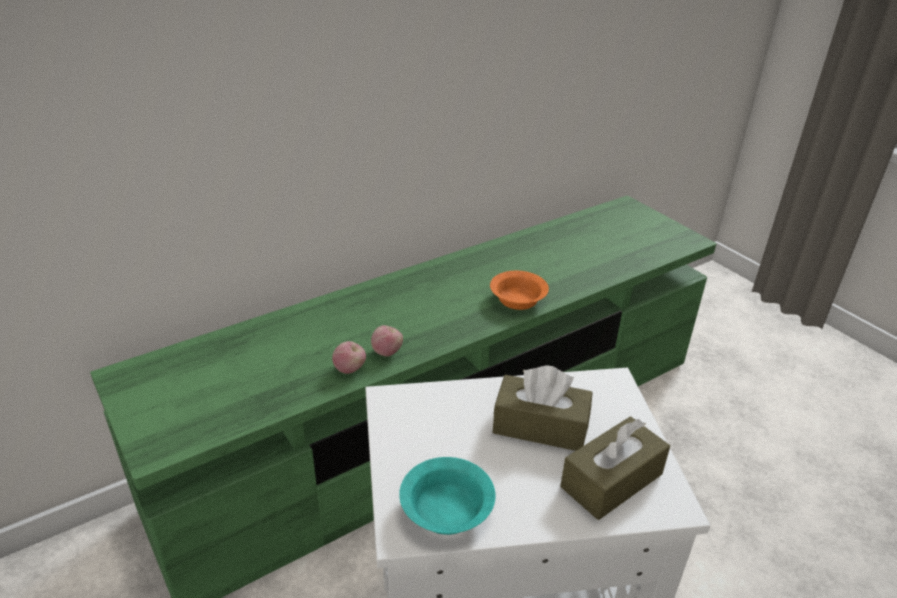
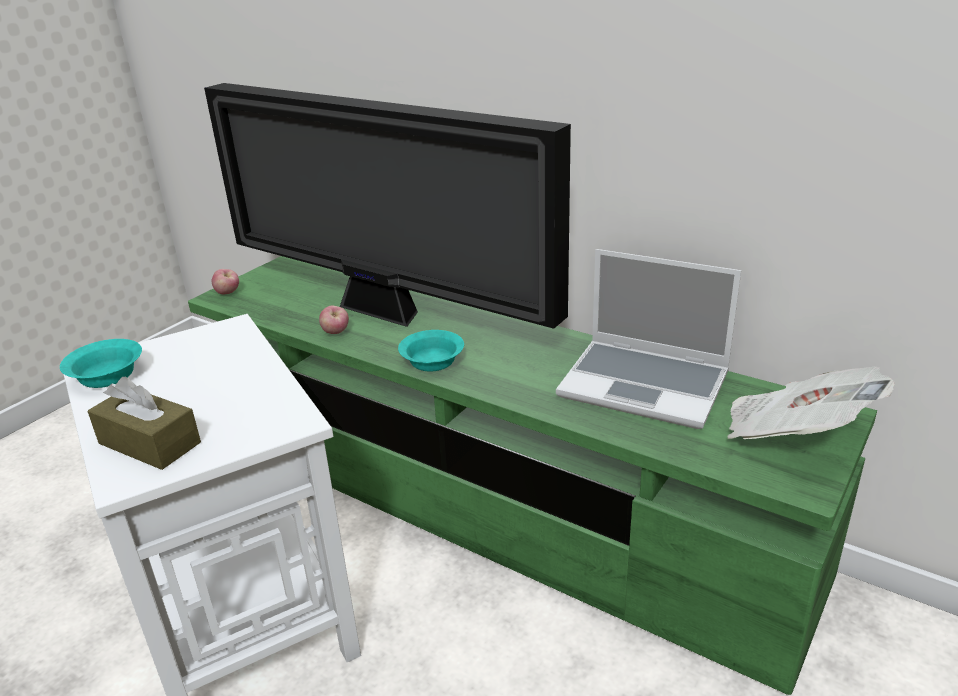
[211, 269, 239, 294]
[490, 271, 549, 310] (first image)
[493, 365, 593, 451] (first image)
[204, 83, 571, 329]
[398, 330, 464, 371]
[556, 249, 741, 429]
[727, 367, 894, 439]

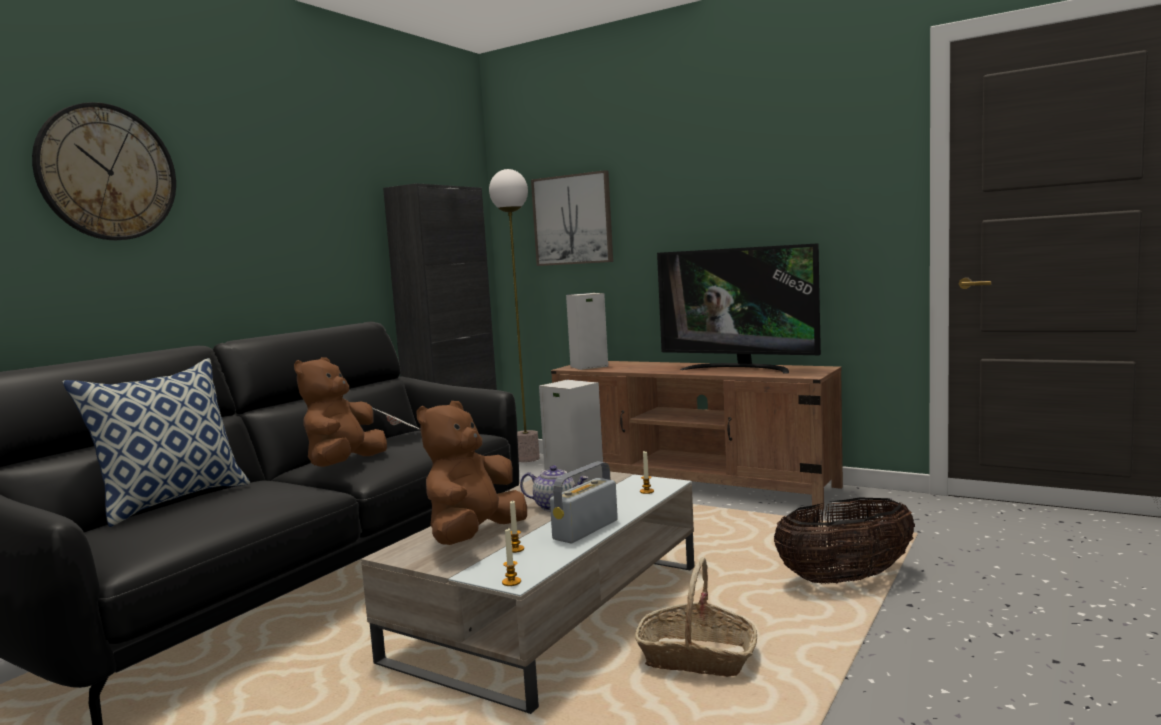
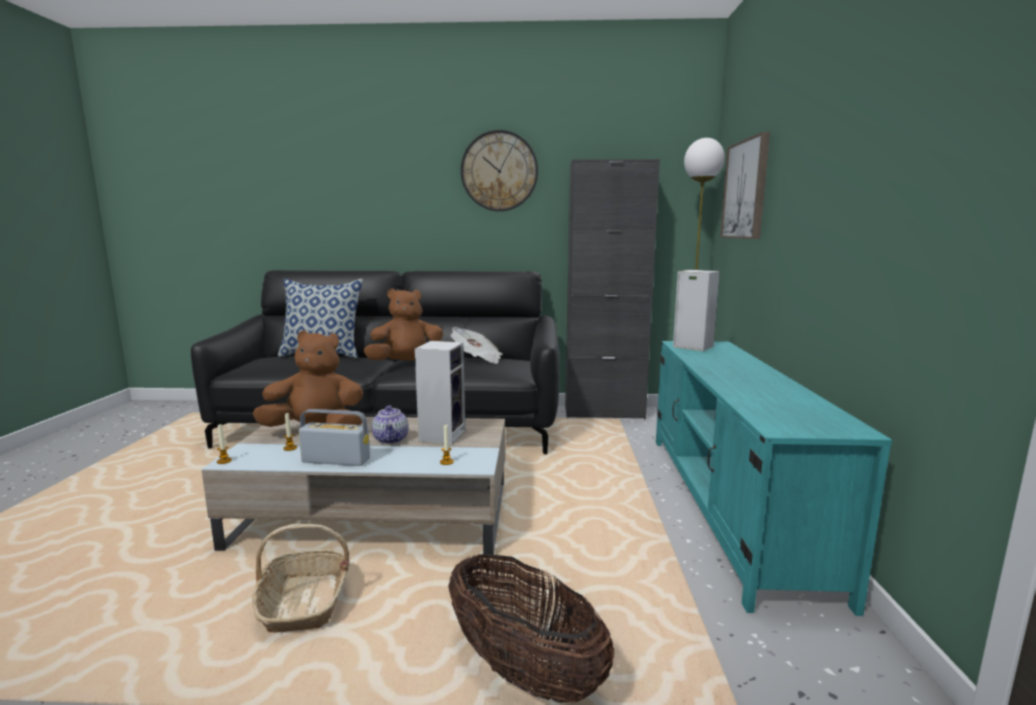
[461, 130, 538, 211]
[656, 341, 892, 616]
[657, 243, 821, 374] (first image)

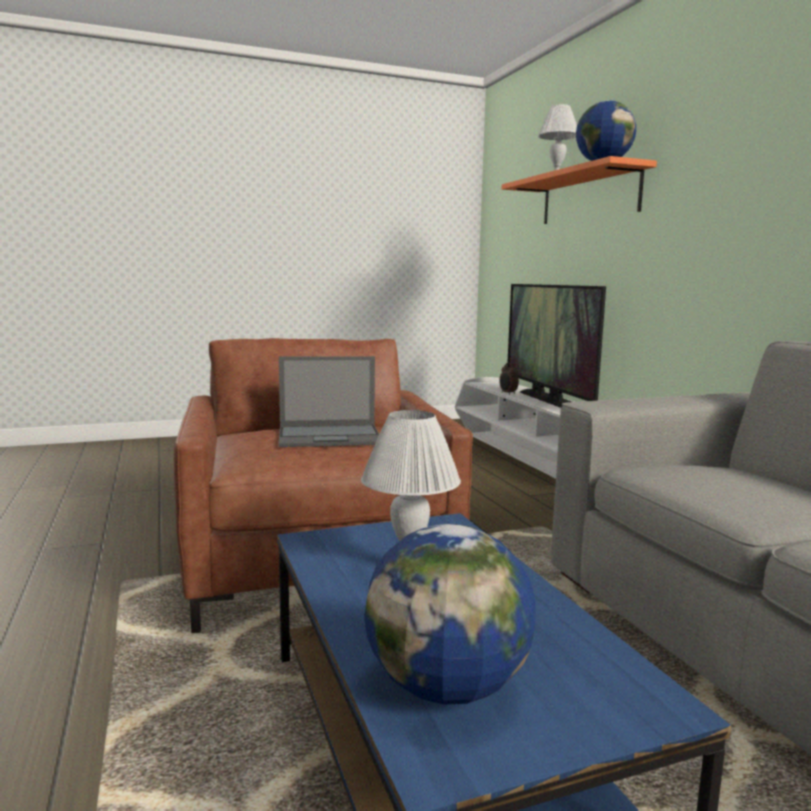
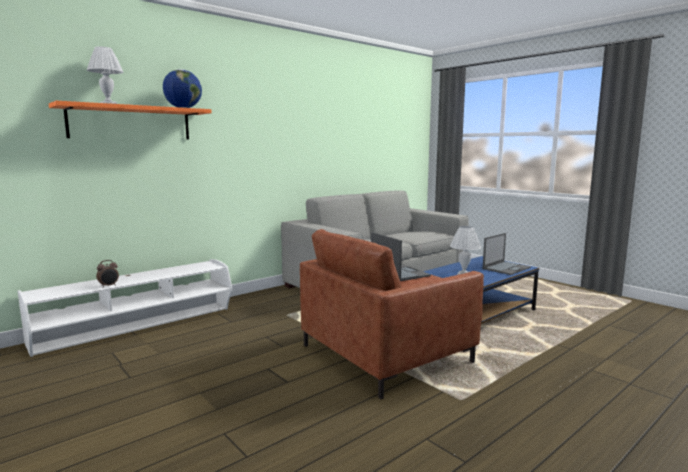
[483, 233, 531, 275]
[507, 284, 606, 408] (first image)

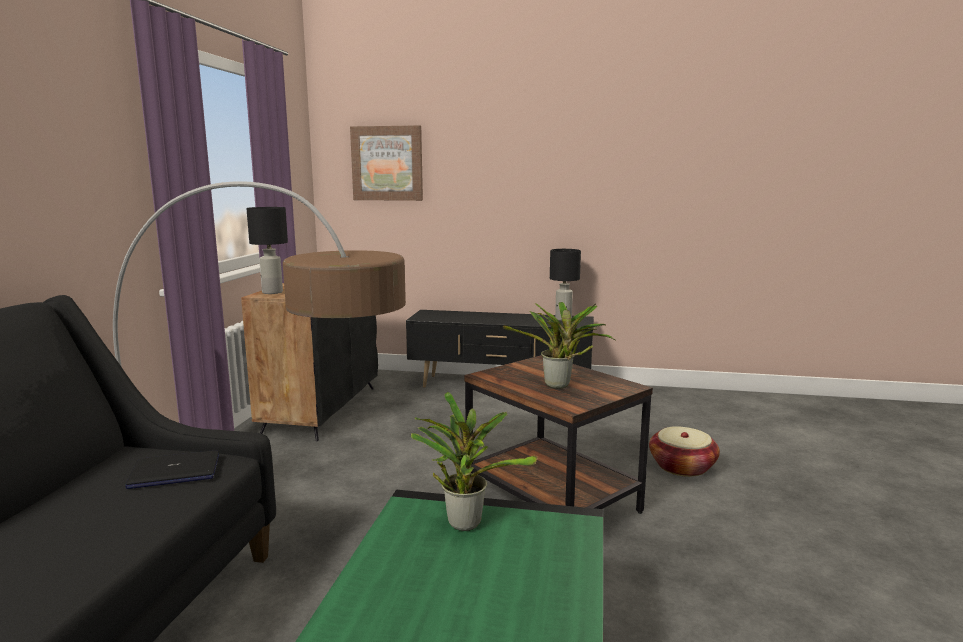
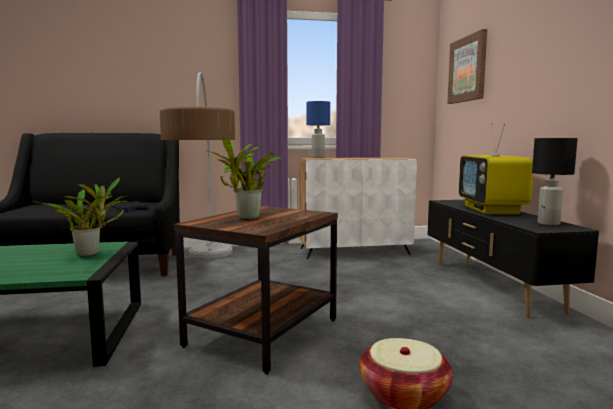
[299, 157, 417, 259]
[306, 101, 330, 158]
[459, 123, 533, 214]

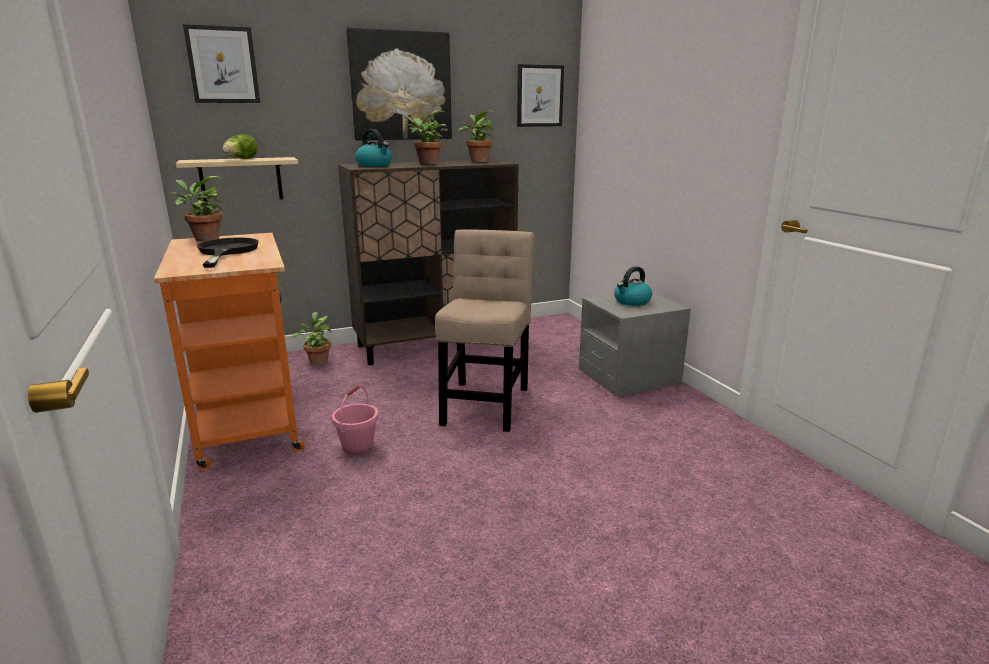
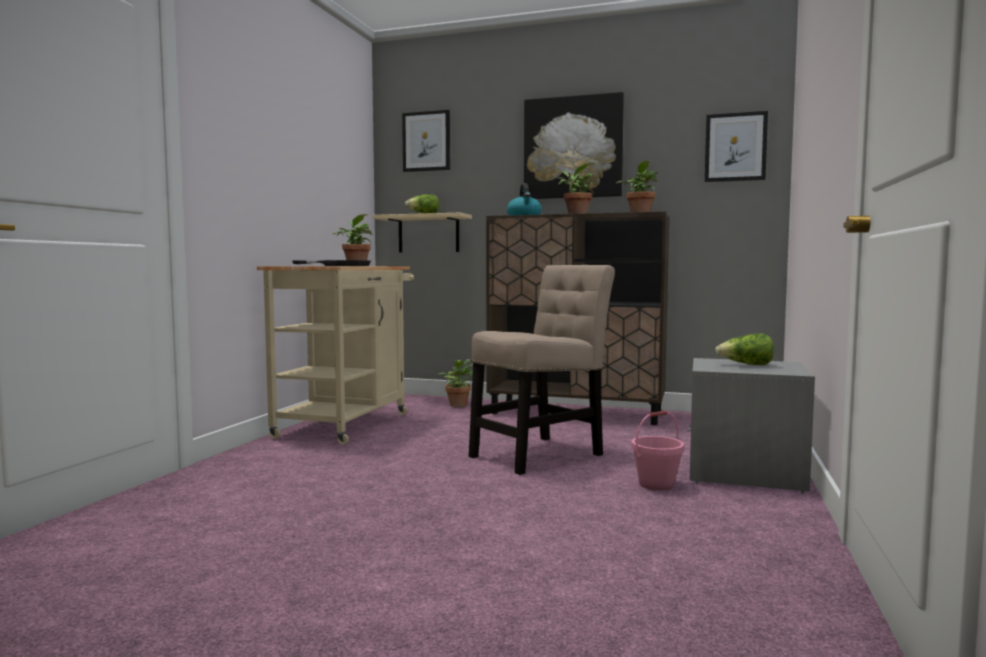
[257, 266, 414, 445]
[631, 411, 684, 491]
[715, 334, 774, 365]

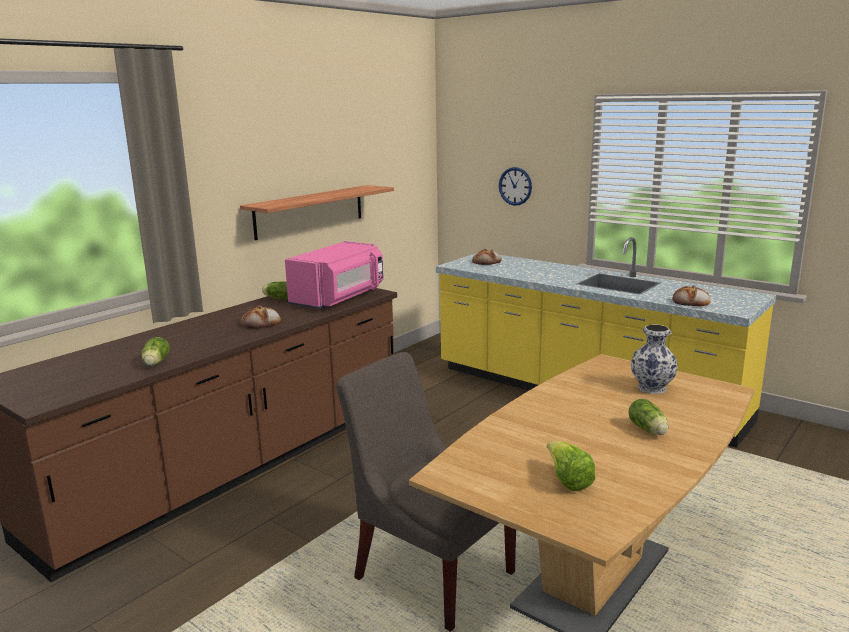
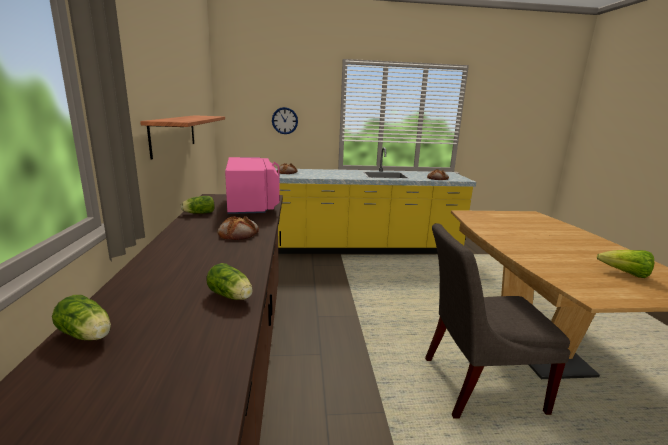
[52, 295, 111, 340]
[631, 325, 678, 394] (first image)

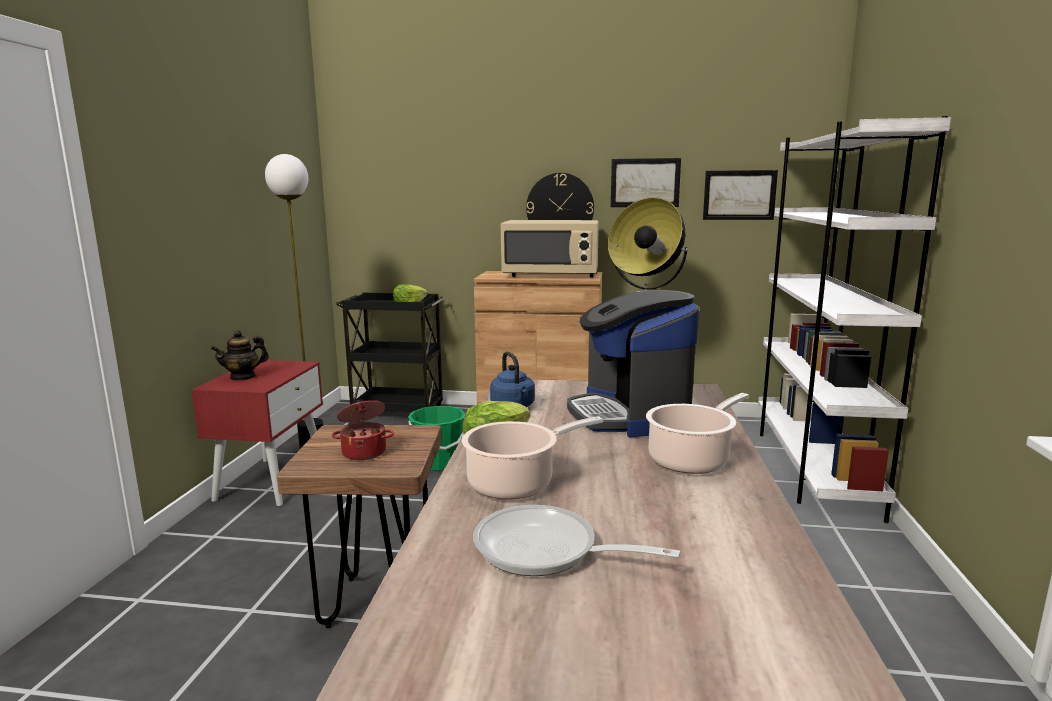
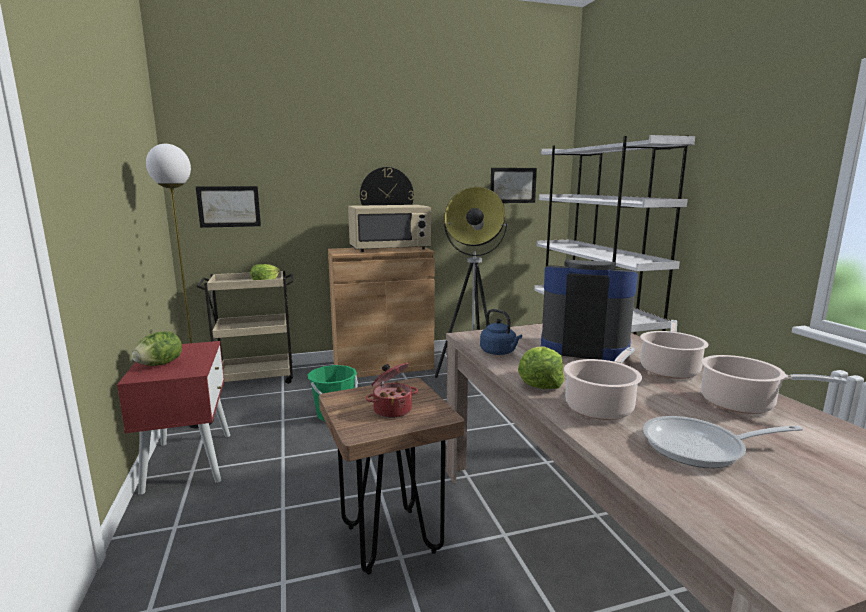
[132, 331, 182, 366]
[196, 271, 294, 384]
[541, 260, 638, 361]
[196, 186, 261, 228]
[701, 355, 847, 414]

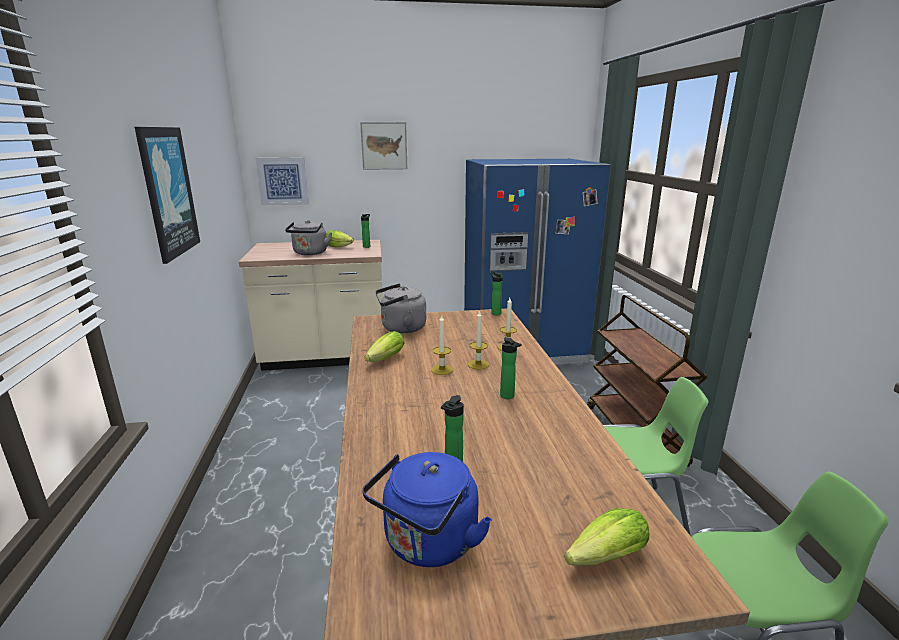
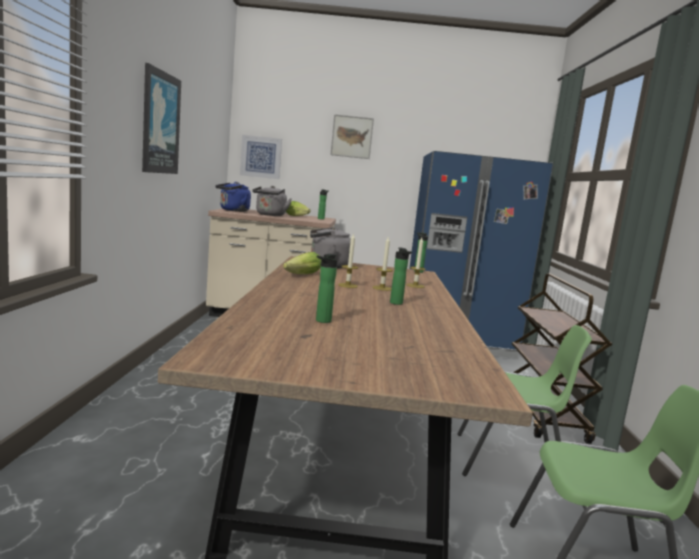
[215, 182, 251, 212]
[564, 508, 649, 566] (first image)

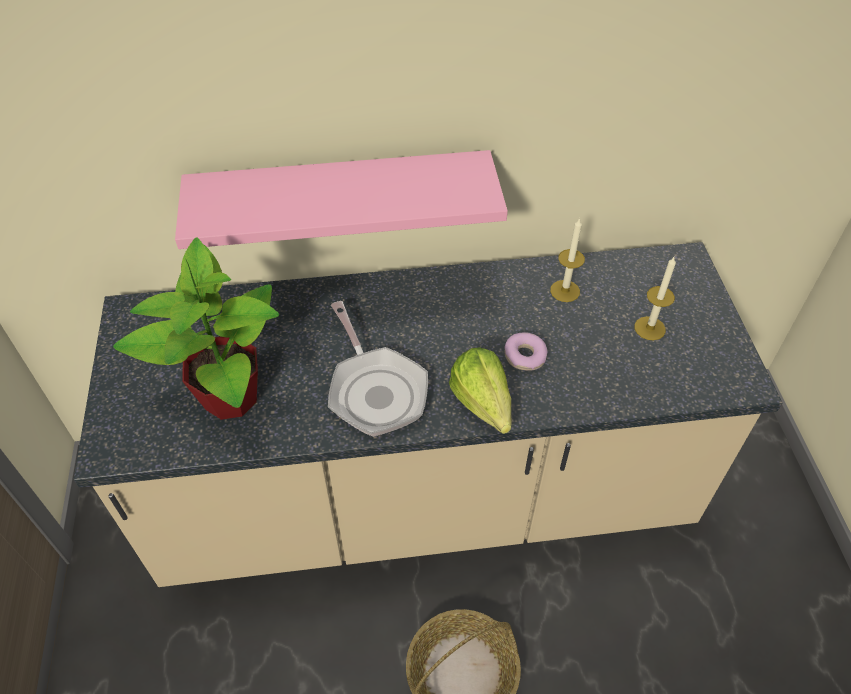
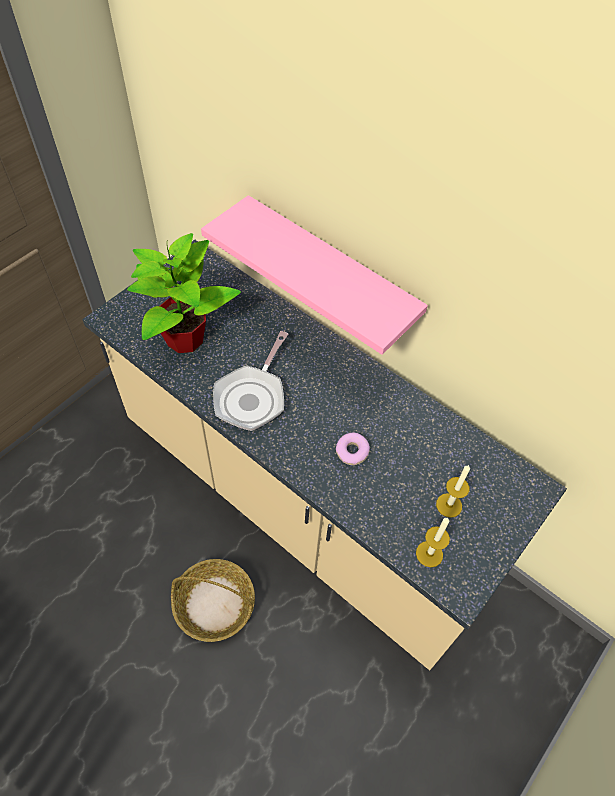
[449, 348, 511, 434] (first image)
[416, 518, 450, 567]

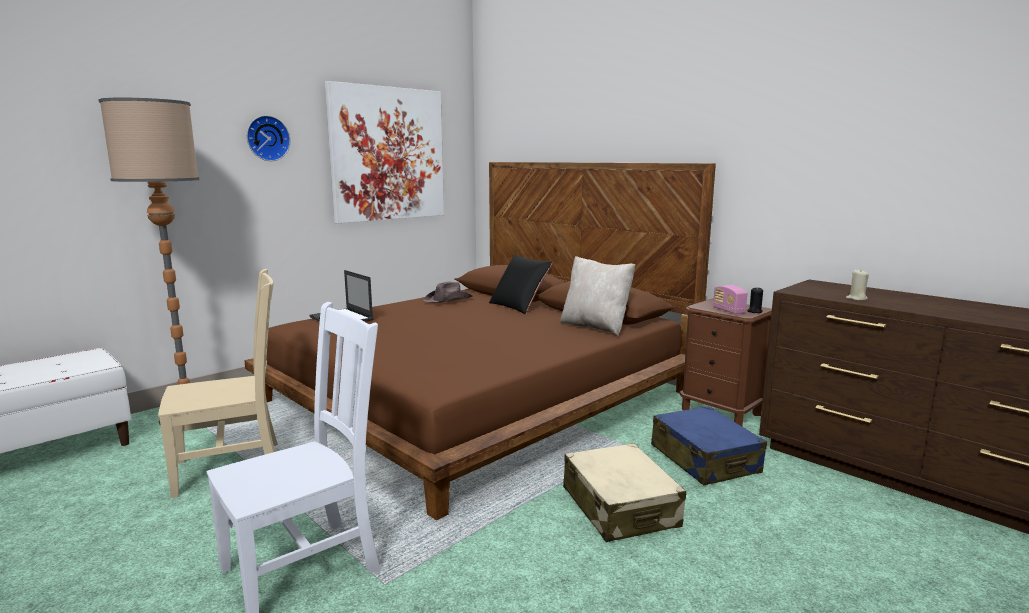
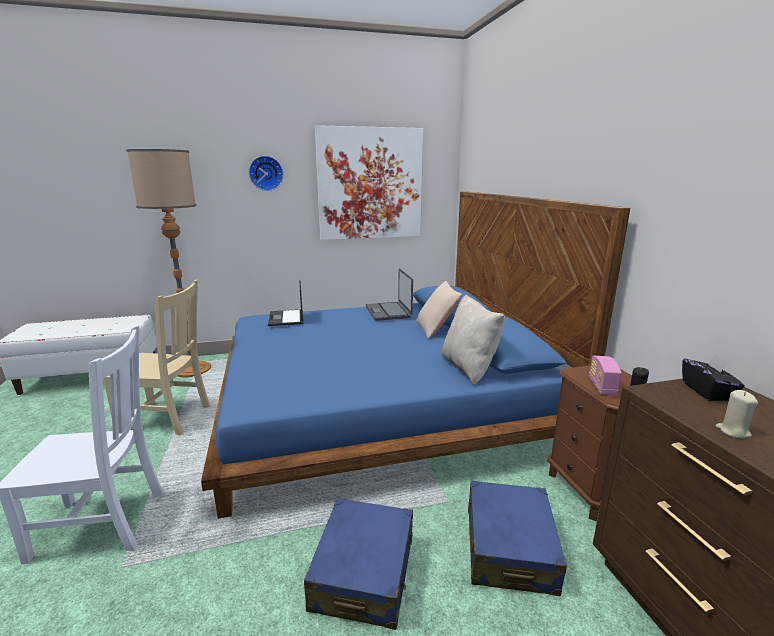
[201, 191, 630, 519]
[366, 269, 413, 321]
[416, 281, 462, 339]
[304, 498, 413, 630]
[682, 353, 744, 401]

